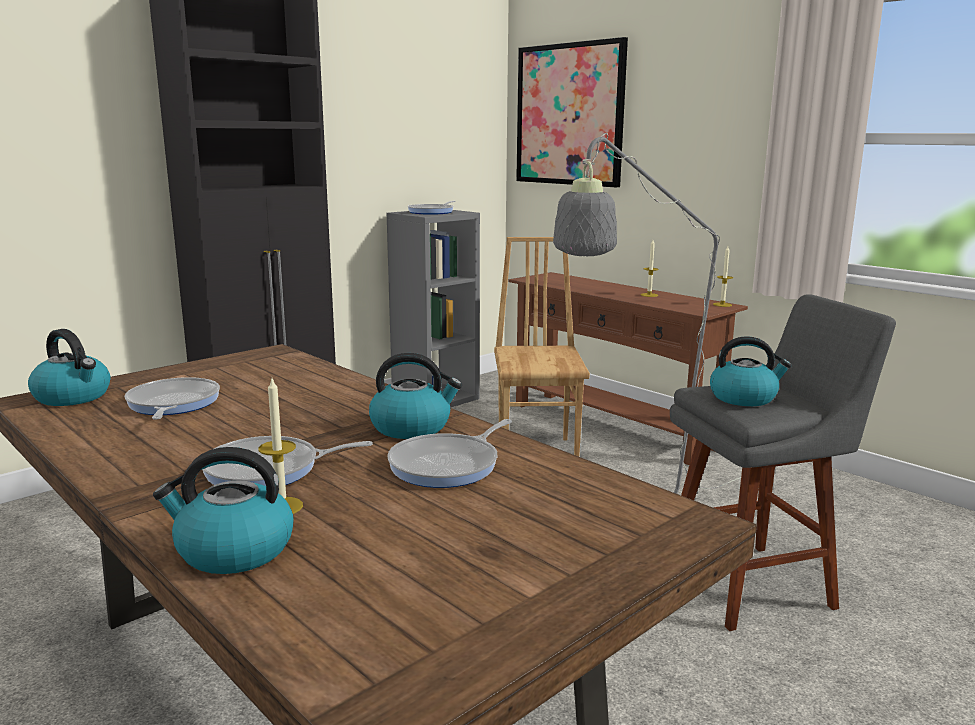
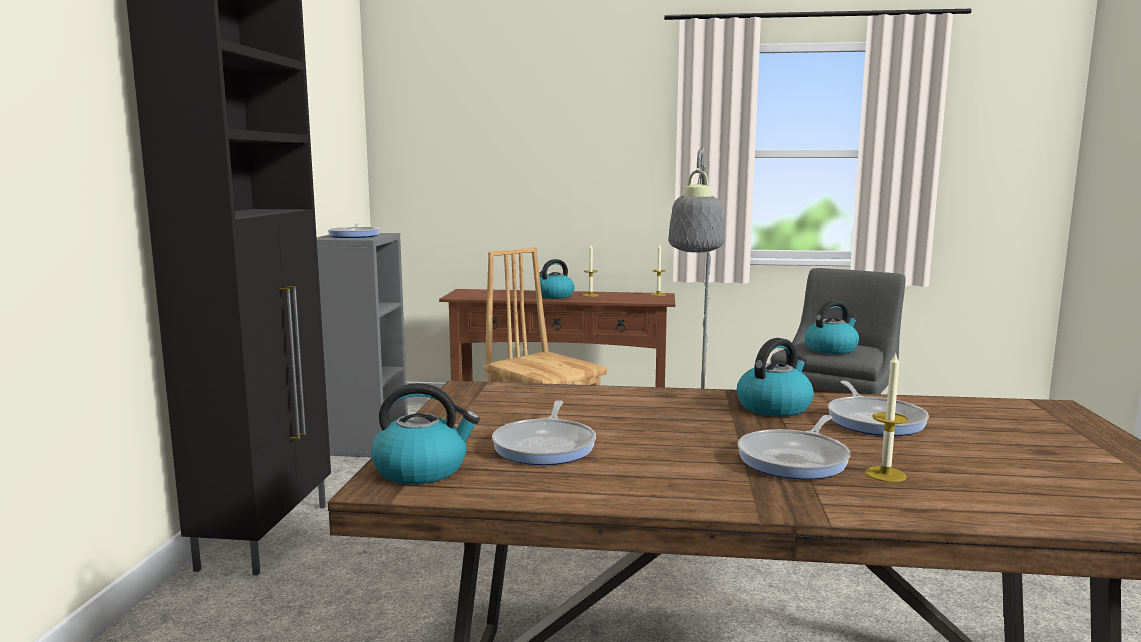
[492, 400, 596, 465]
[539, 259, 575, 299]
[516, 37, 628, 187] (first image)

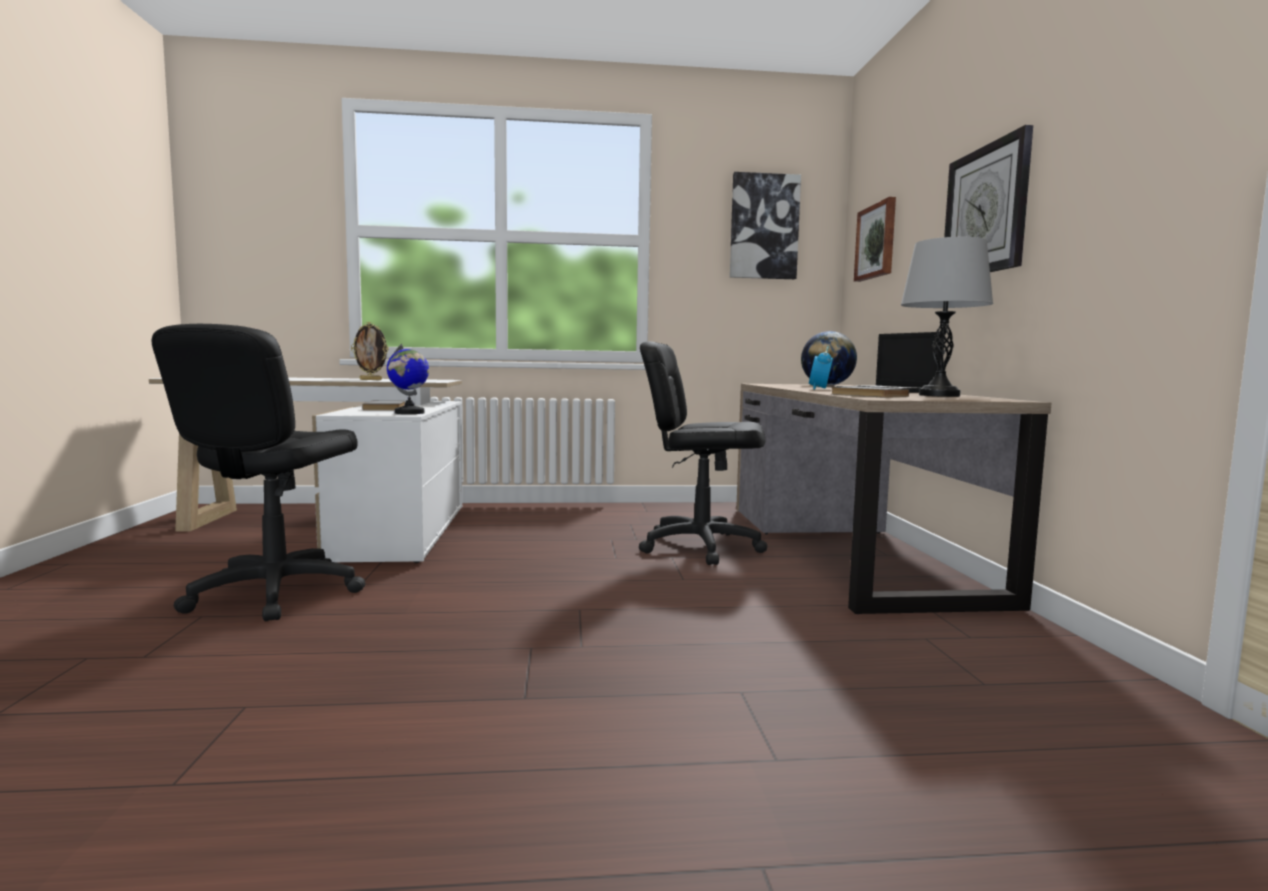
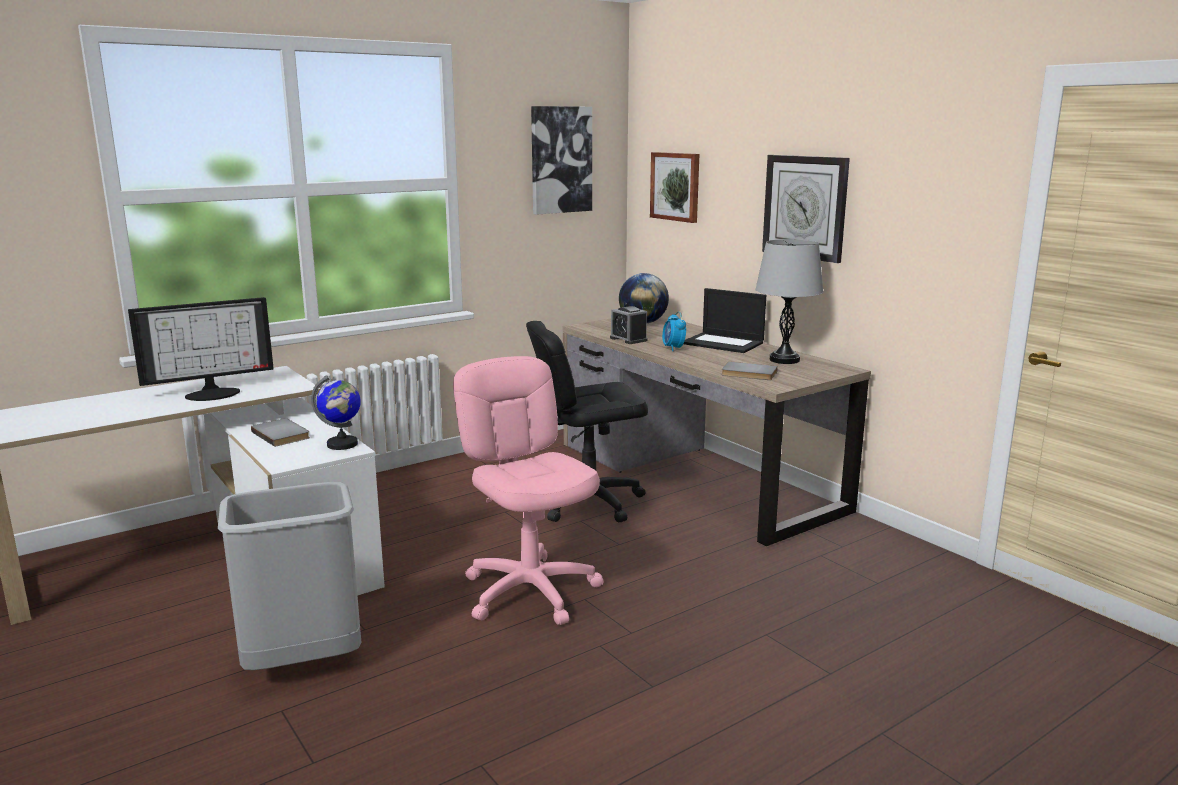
[218, 482, 362, 670]
[128, 297, 274, 401]
[453, 356, 604, 625]
[610, 306, 648, 344]

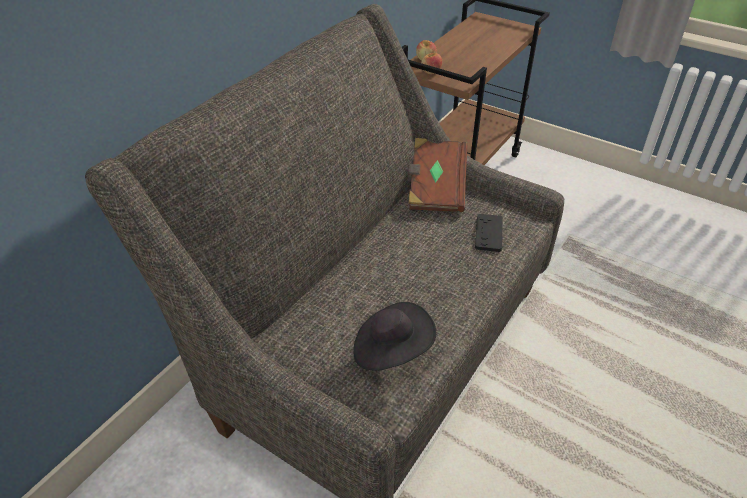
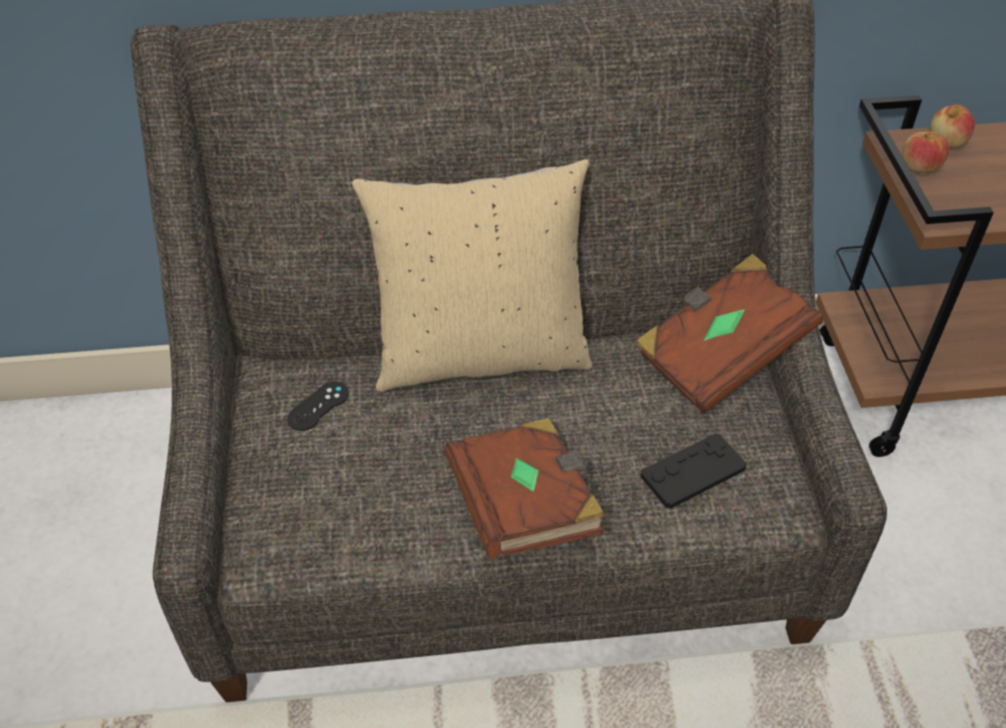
[353, 302, 436, 371] (first image)
[287, 382, 349, 431]
[352, 159, 592, 392]
[445, 418, 605, 559]

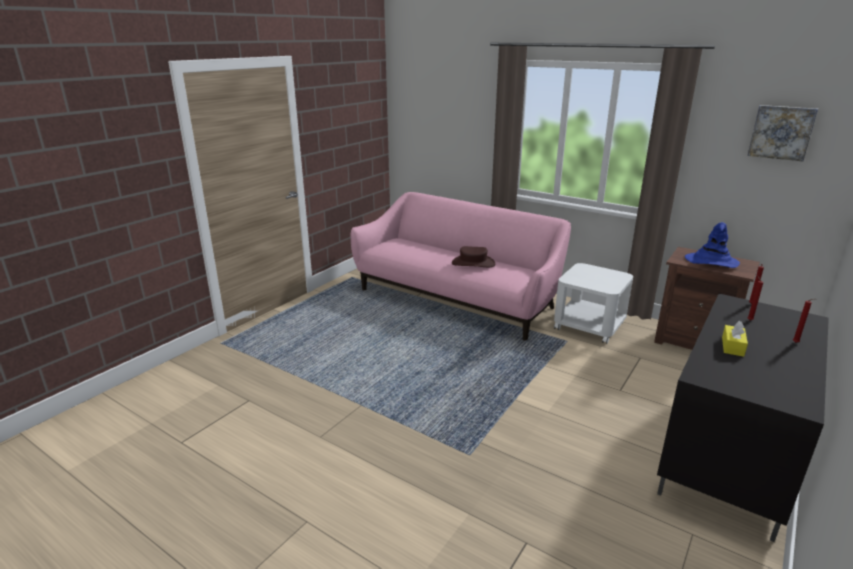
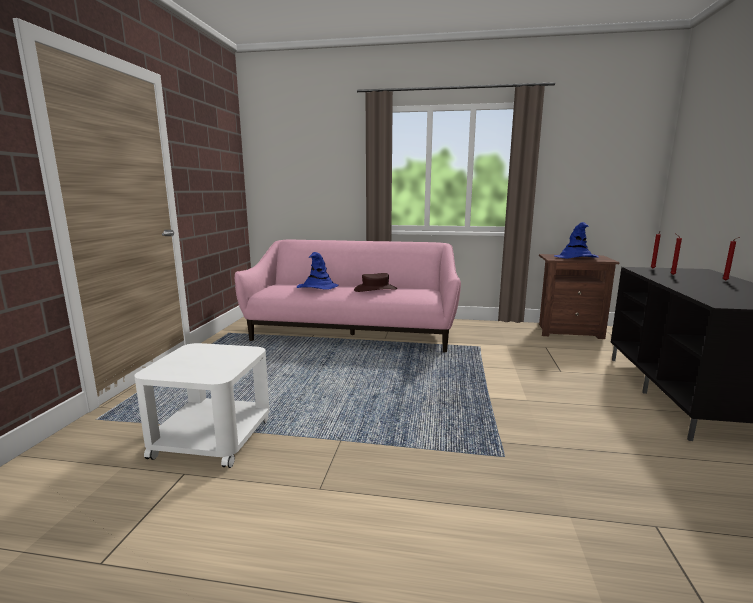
[134, 343, 270, 468]
[722, 321, 748, 357] (first image)
[748, 105, 818, 161] (first image)
[297, 252, 338, 290]

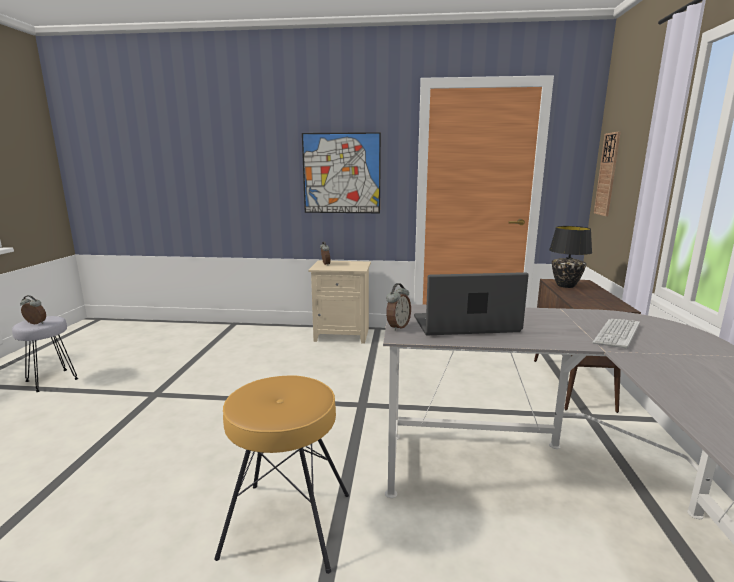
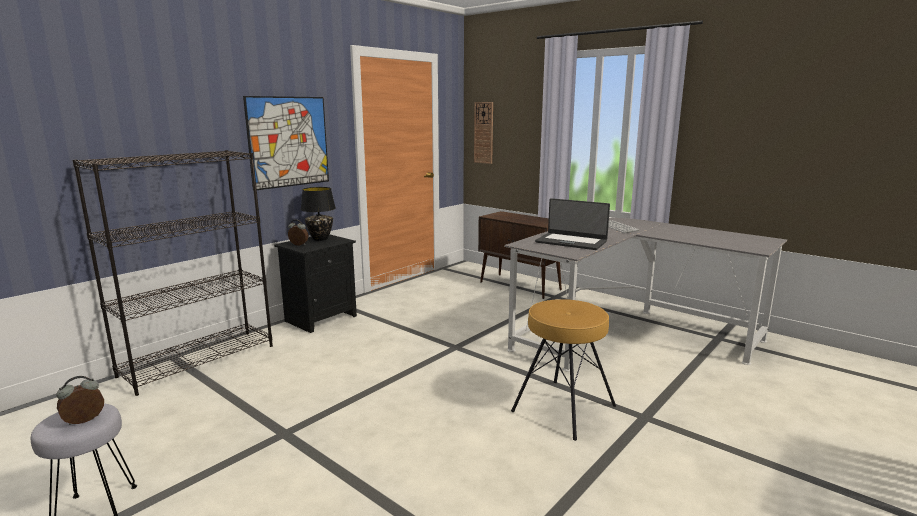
[274, 234, 357, 333]
[386, 283, 411, 331] (first image)
[535, 198, 610, 250]
[300, 187, 336, 241]
[73, 150, 273, 396]

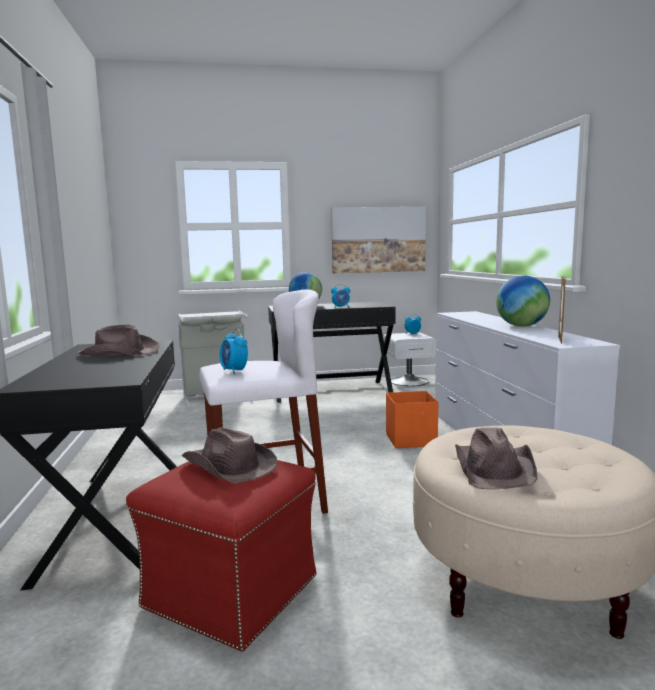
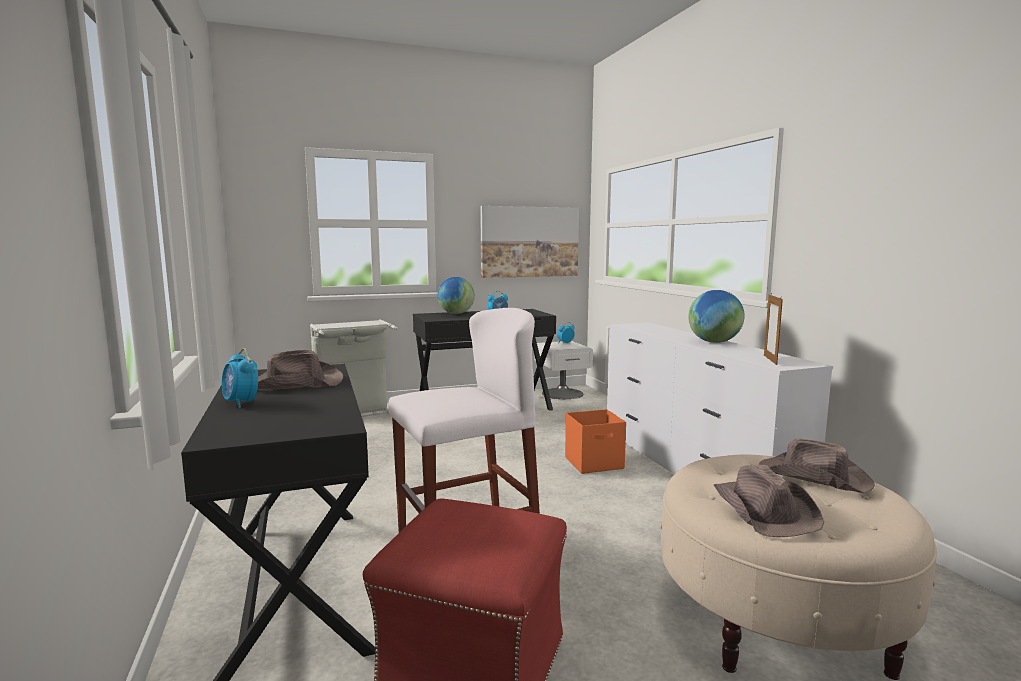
[759, 439, 875, 493]
[222, 348, 258, 408]

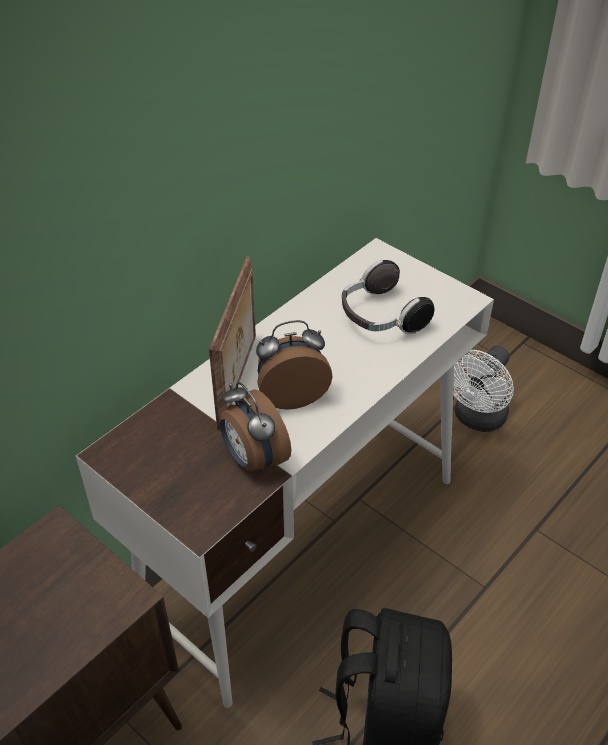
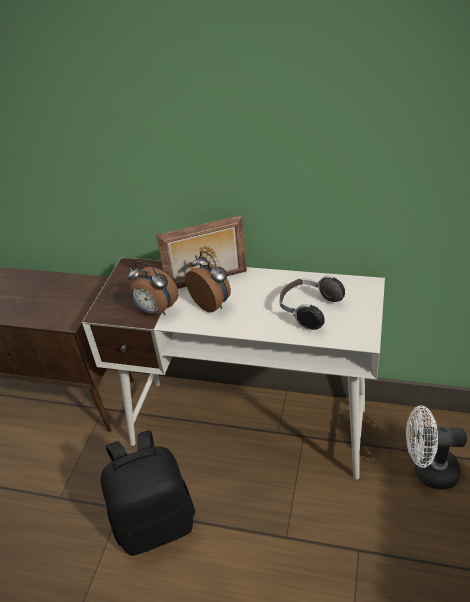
[127, 261, 178, 315]

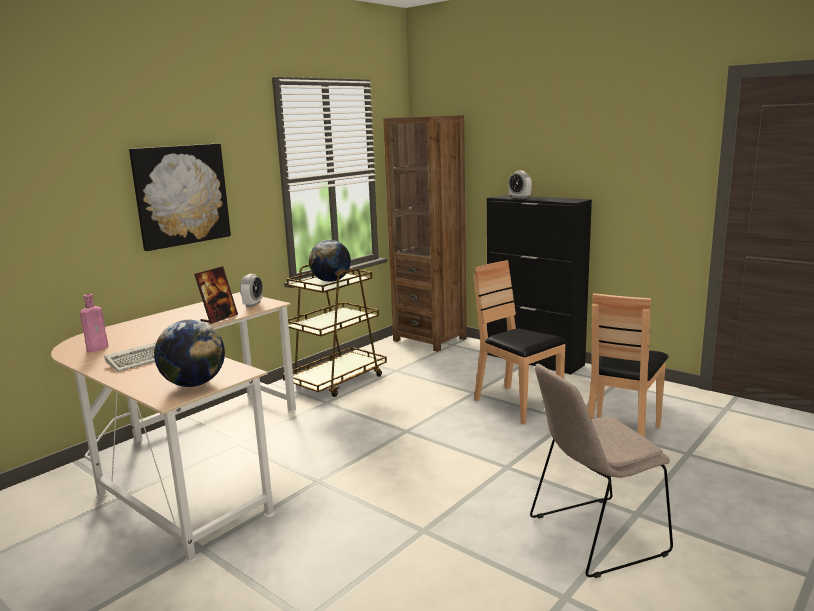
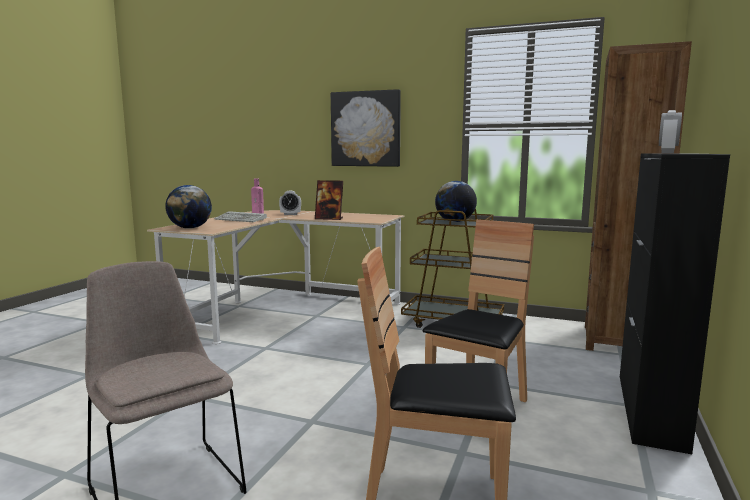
[279, 191, 301, 215]

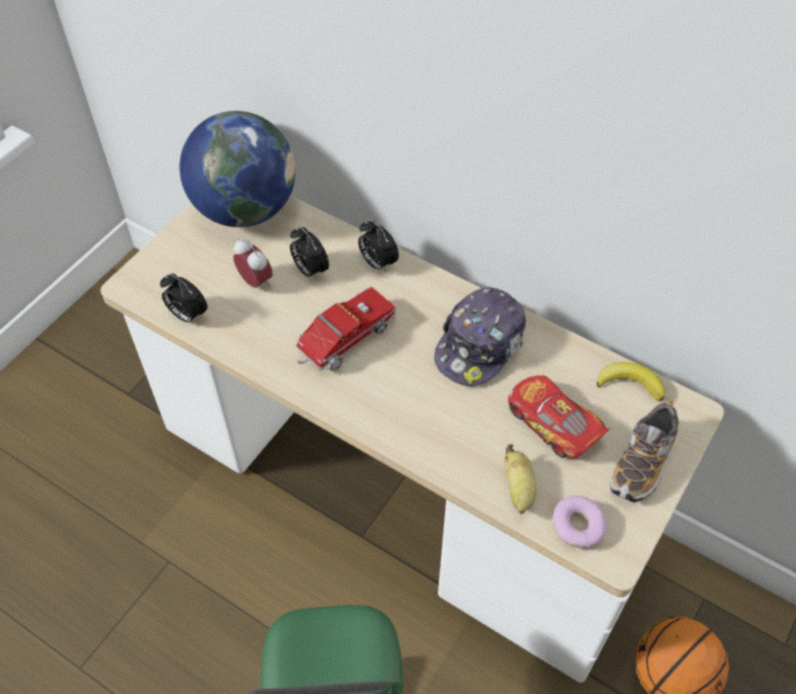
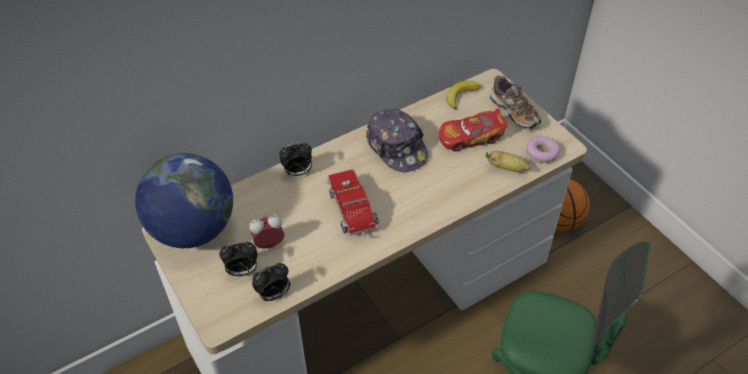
[219, 242, 257, 276]

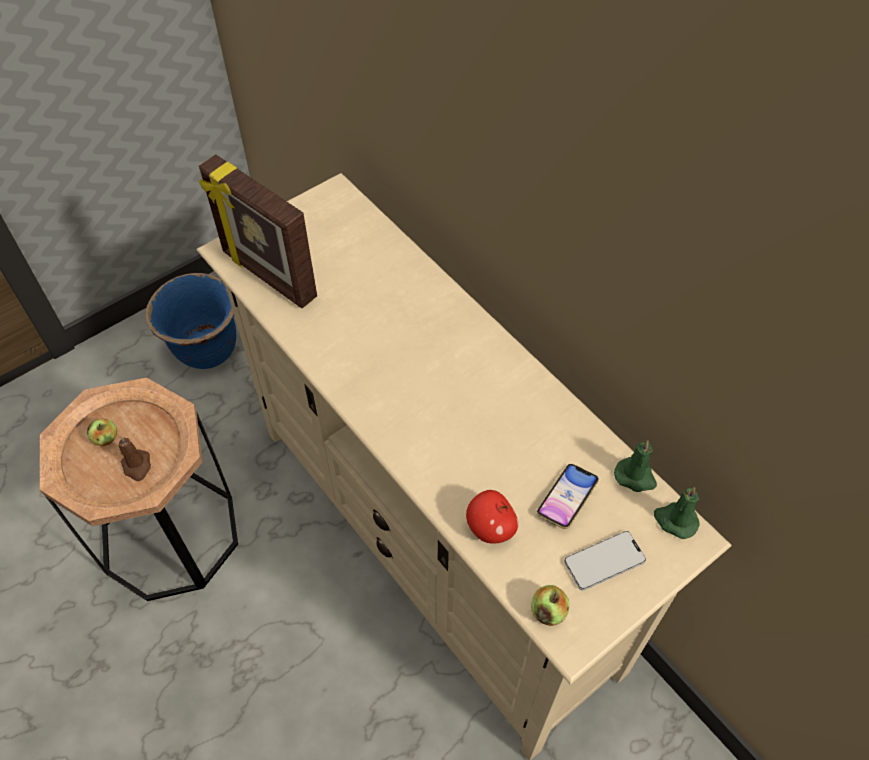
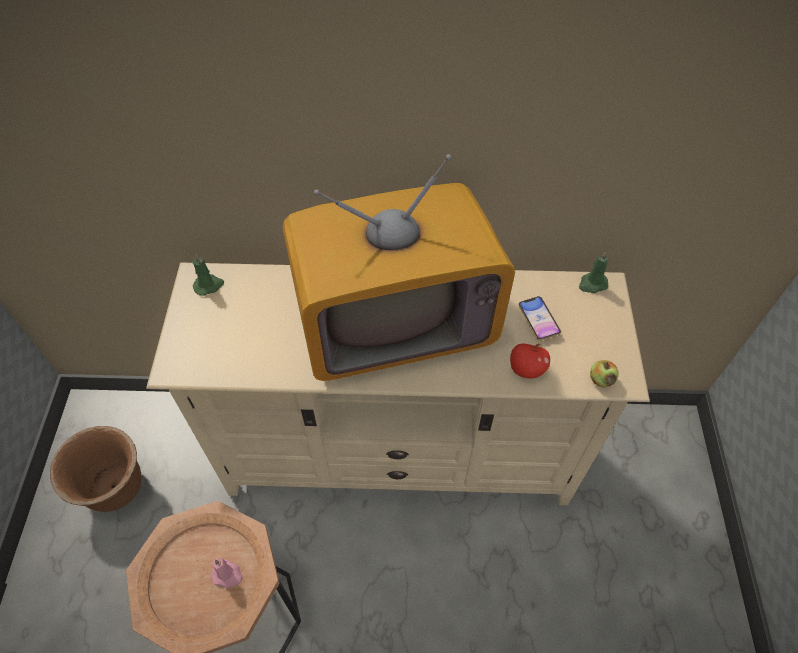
[87, 418, 117, 446] (first image)
[211, 558, 243, 588]
[50, 426, 141, 512]
[199, 154, 317, 309] (first image)
[564, 531, 646, 591] (first image)
[193, 254, 224, 296]
[282, 154, 515, 381]

